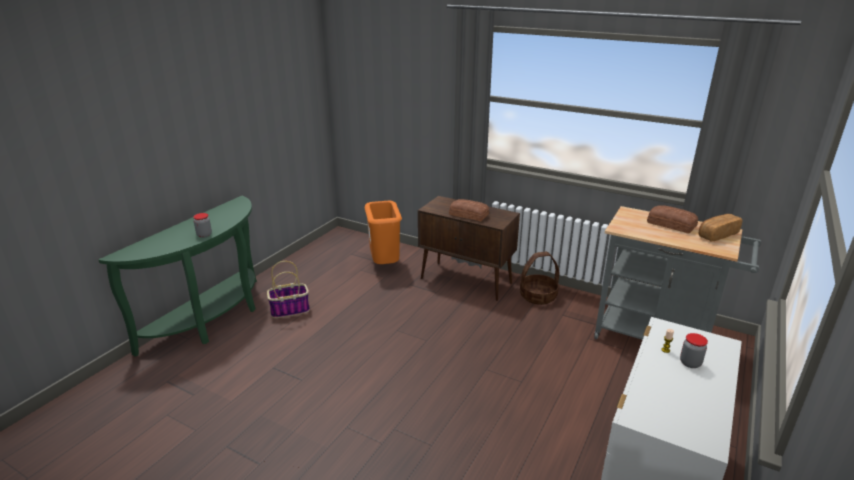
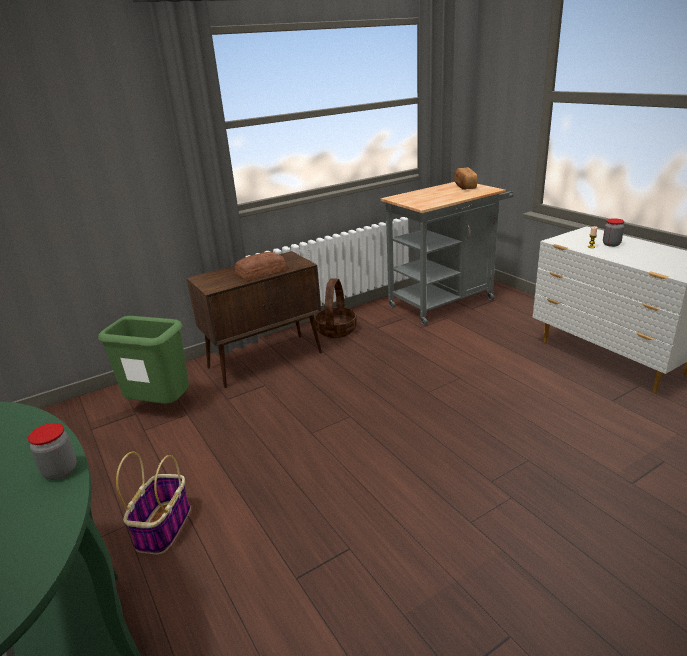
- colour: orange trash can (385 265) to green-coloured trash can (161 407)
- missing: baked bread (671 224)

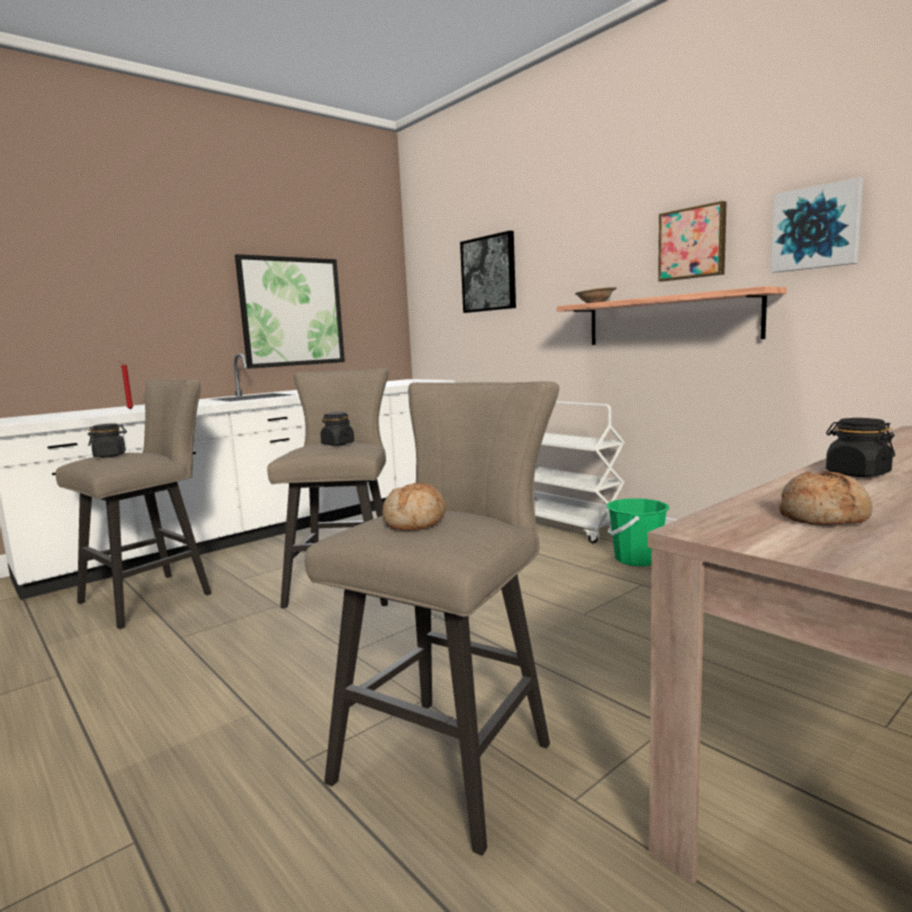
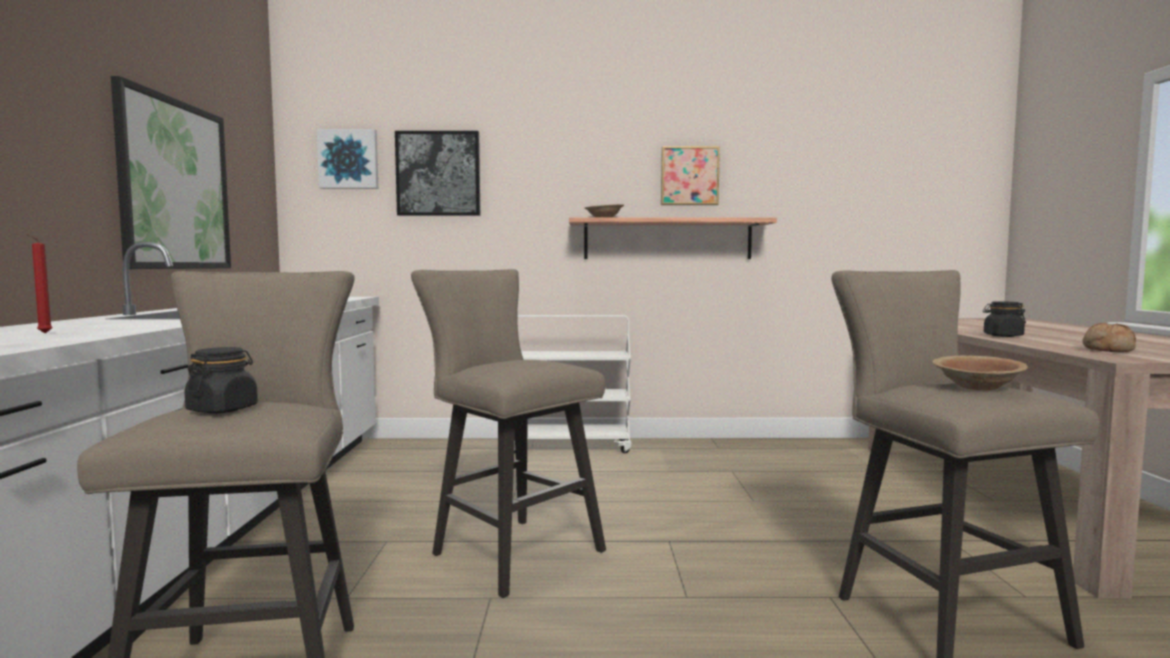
- missing: black jar (337 444)
- exchanged: baked bread (416 522) to brown bowl (977 387)
- missing: green-coloured bucket (636 559)
- relocated: wall picture (816 228) to (349 159)

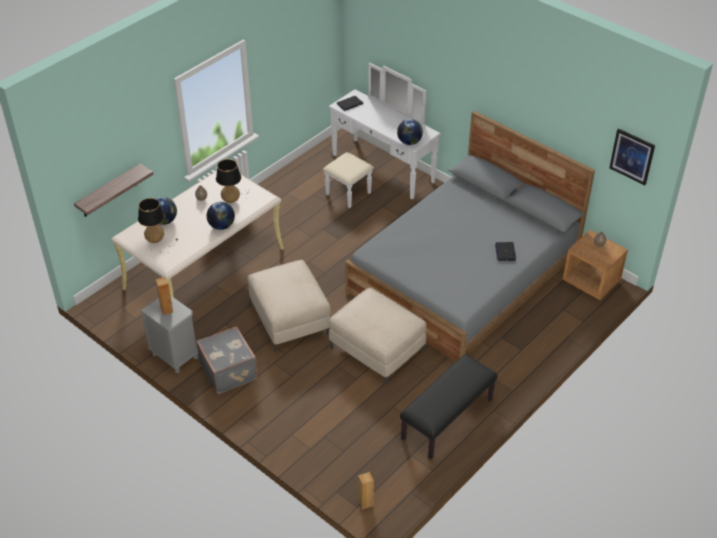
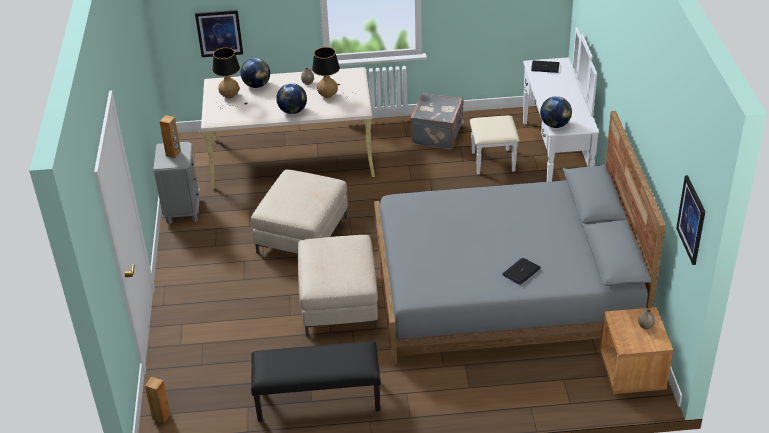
- exchanged: shelf (109 191) to wall picture (219 33)
- relocated: grey suitcase (229 370) to (438 134)

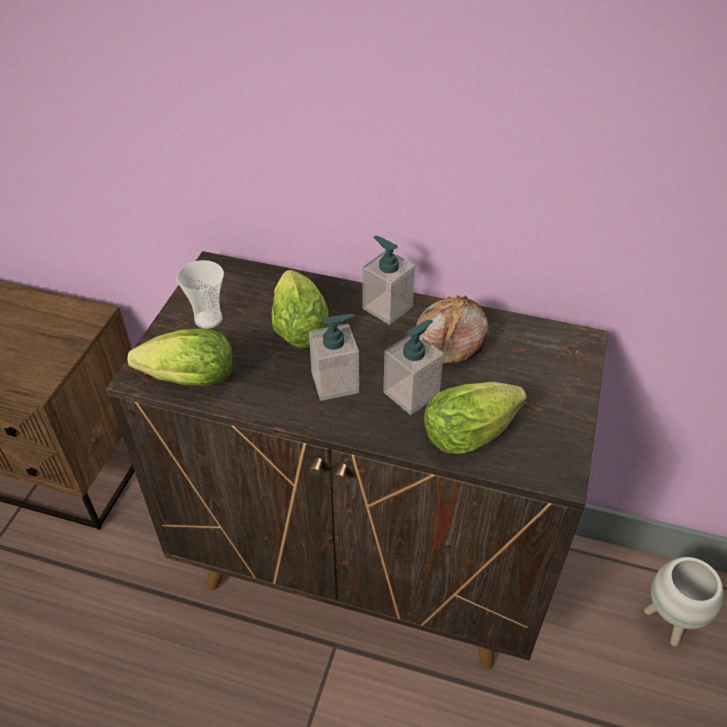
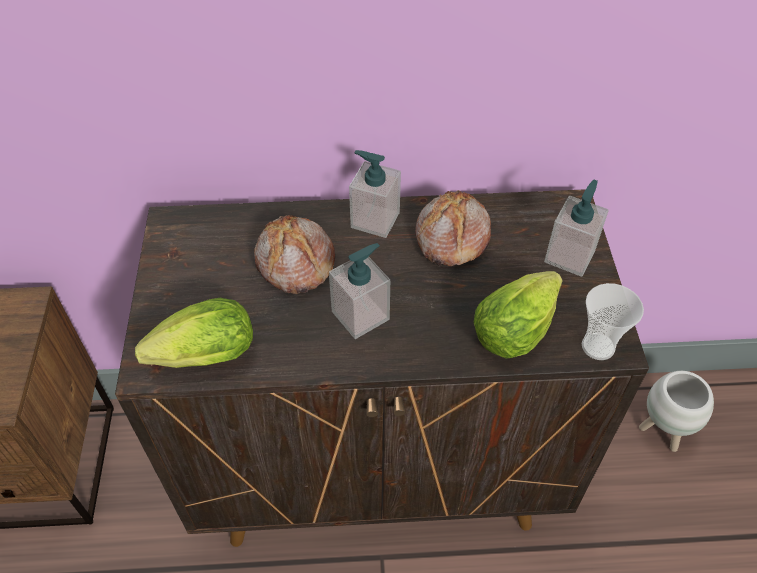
- relocated: cup (208 319) to (598 346)
- exchanged: lettuce (299 325) to baked bread (294 264)
- relocated: soap dispenser (411 393) to (569 256)

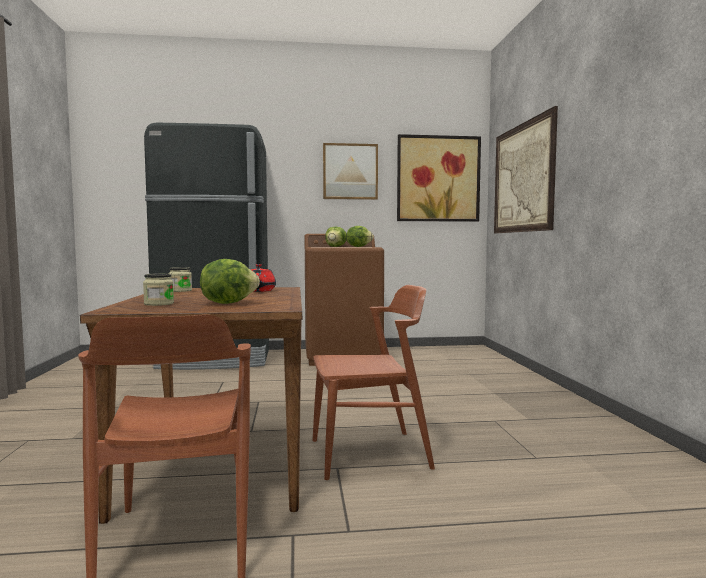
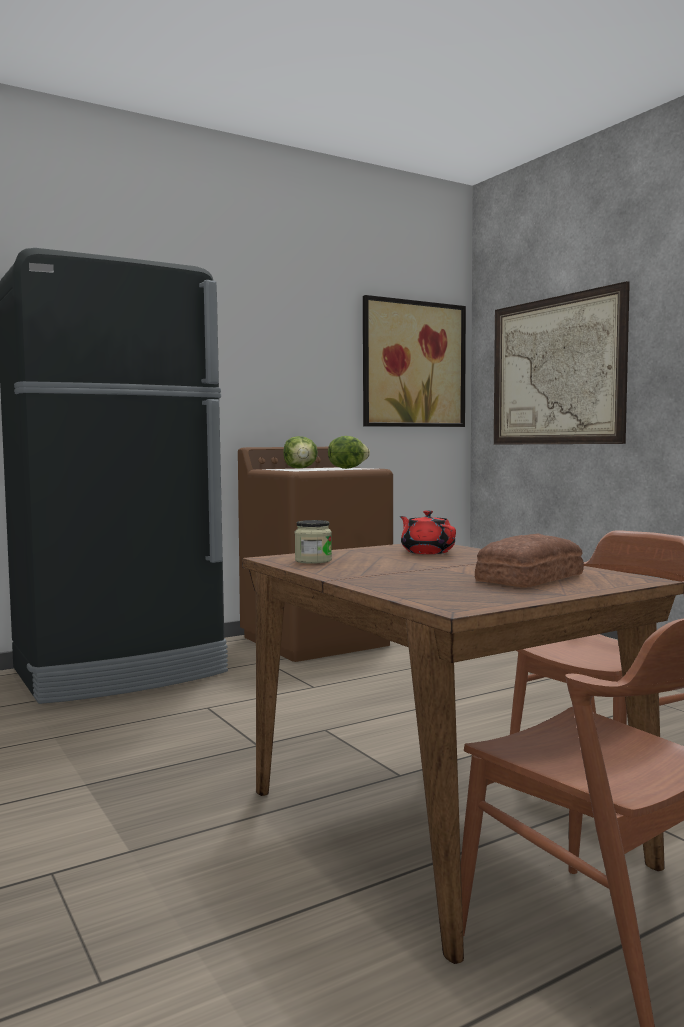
- missing: jar (159 304)
- exchanged: lettuce (228 303) to baked bread (527 578)
- missing: wall picture (350 171)

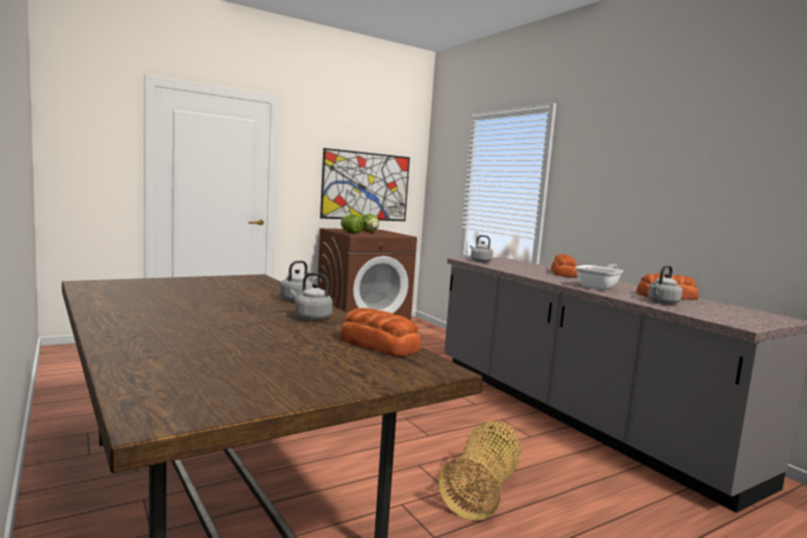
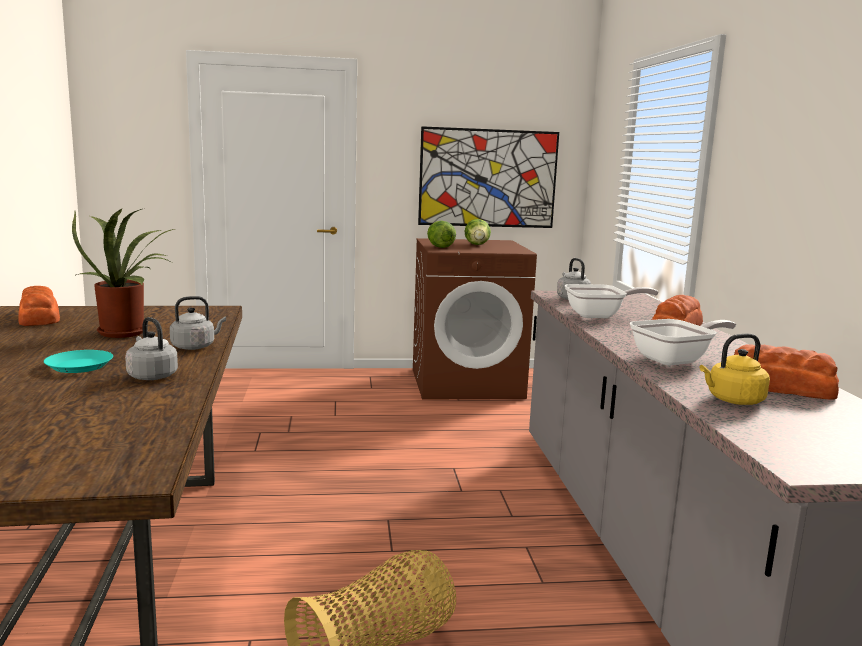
- relocated: baked bread (378 345) to (39 317)
- colour: grey kettle (662 303) to yellowish kettle (733 400)
- appeared: blue-green plate (80 366)
- appeared: potted plant (127 332)
- appeared: skillet (599 316)

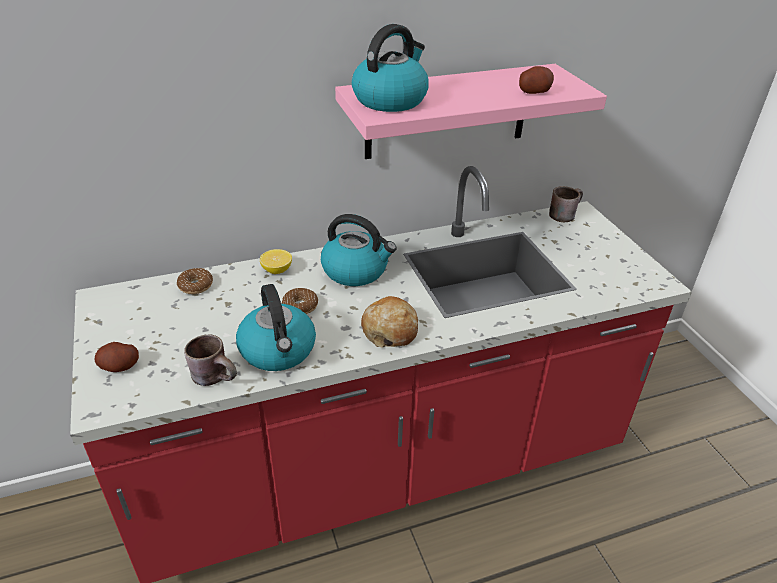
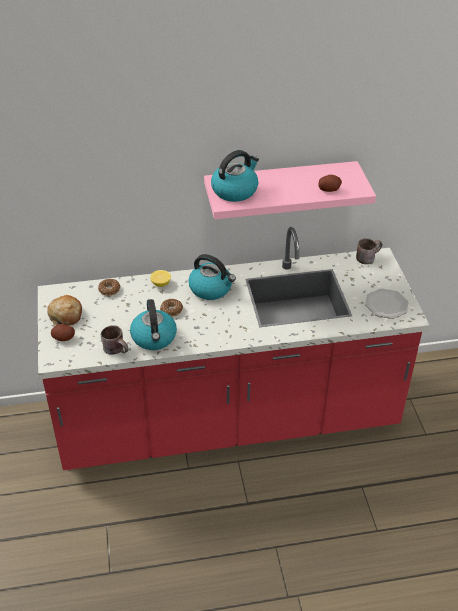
- relocated: baked bread (390 330) to (66 315)
- appeared: plate (386 305)

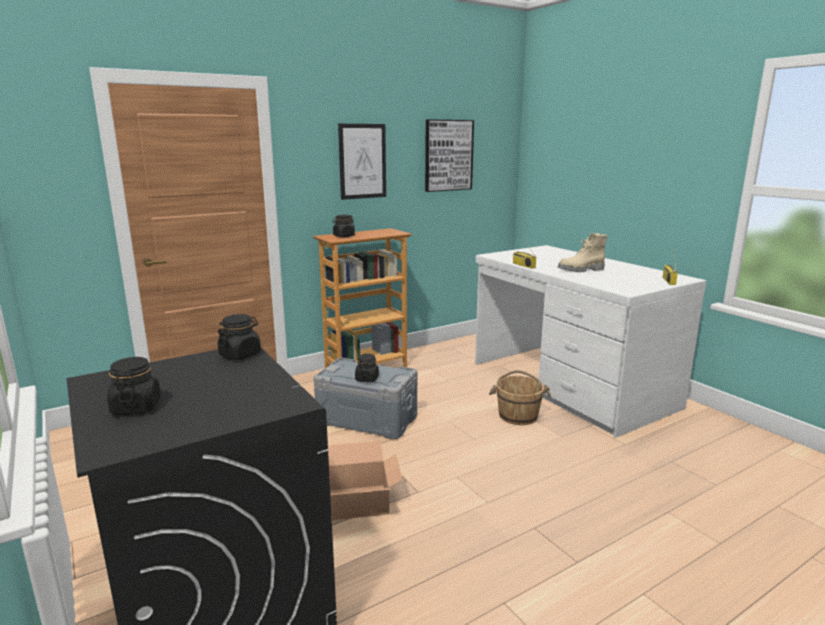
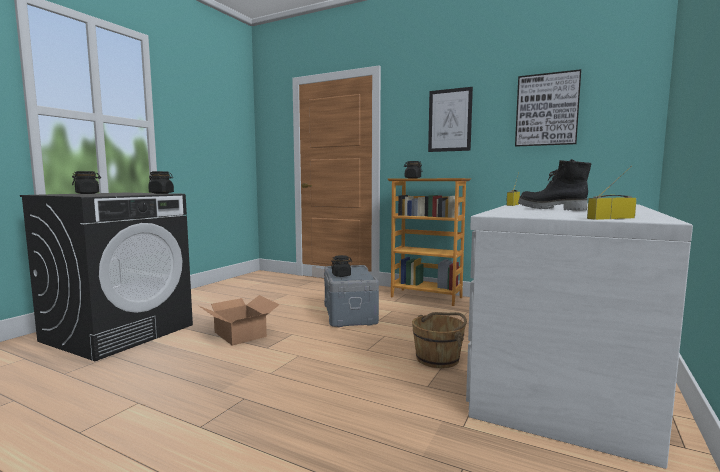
- colour: beige high-top boot (581 270) to black high-top boot (550 209)

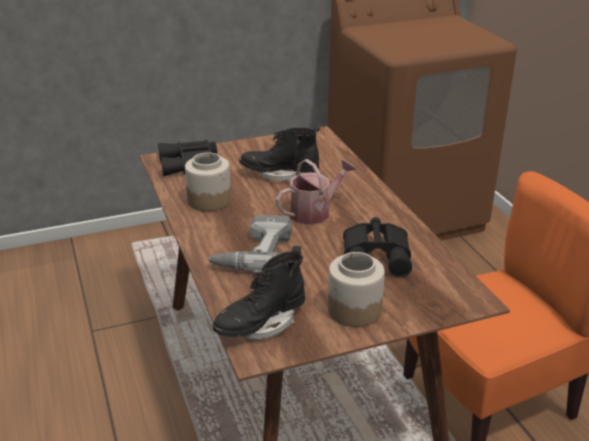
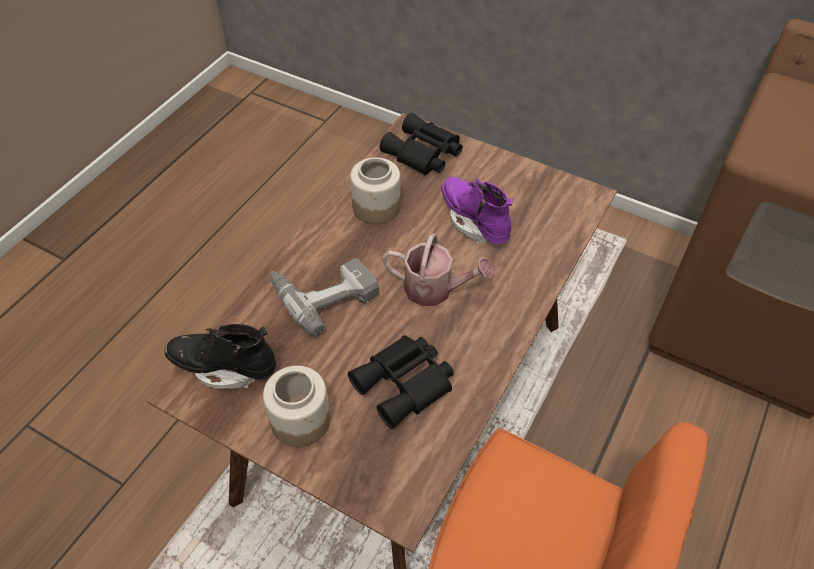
- colour: black high-top boot (280 175) to purple-coloured high-top boot (474 221)

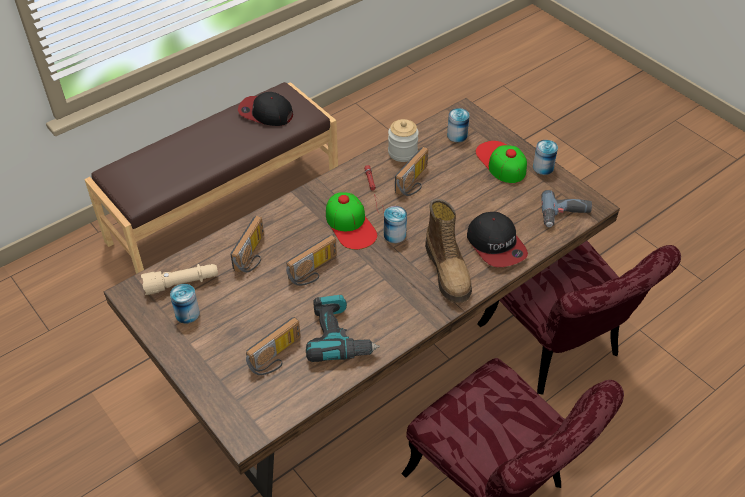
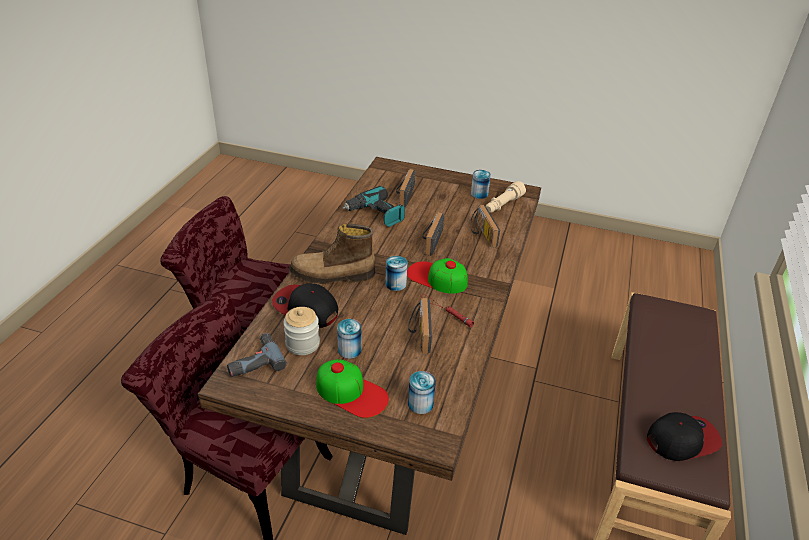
- relocated: jar (402 152) to (302 344)
- spun: high-top boot (448 271) = (332 275) 45 degrees counterclockwise
- relocated: sealed can (543 167) to (349 350)

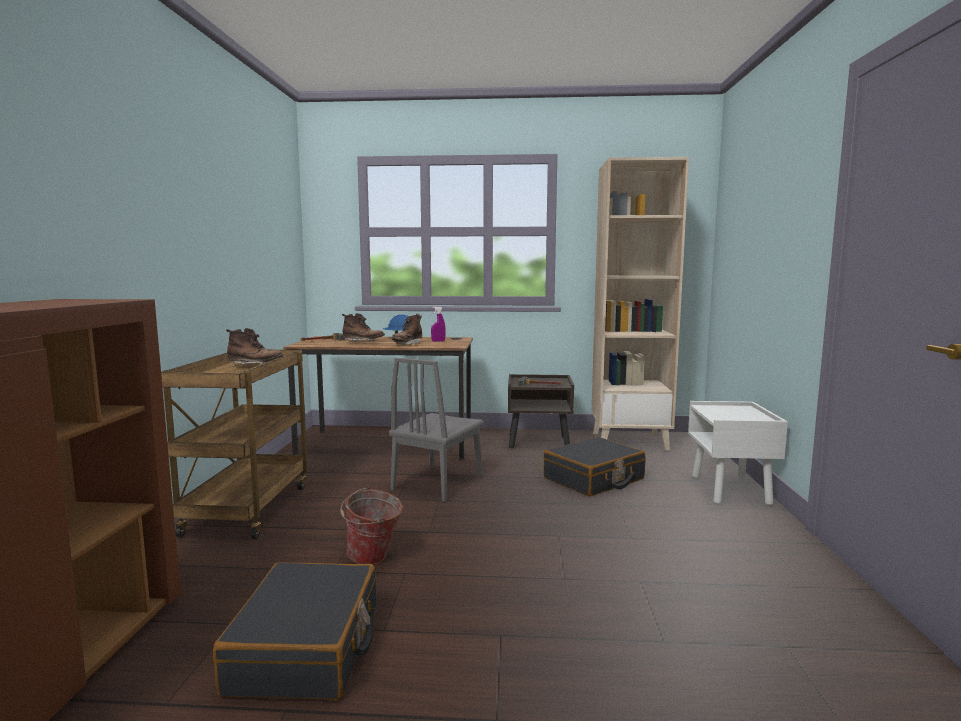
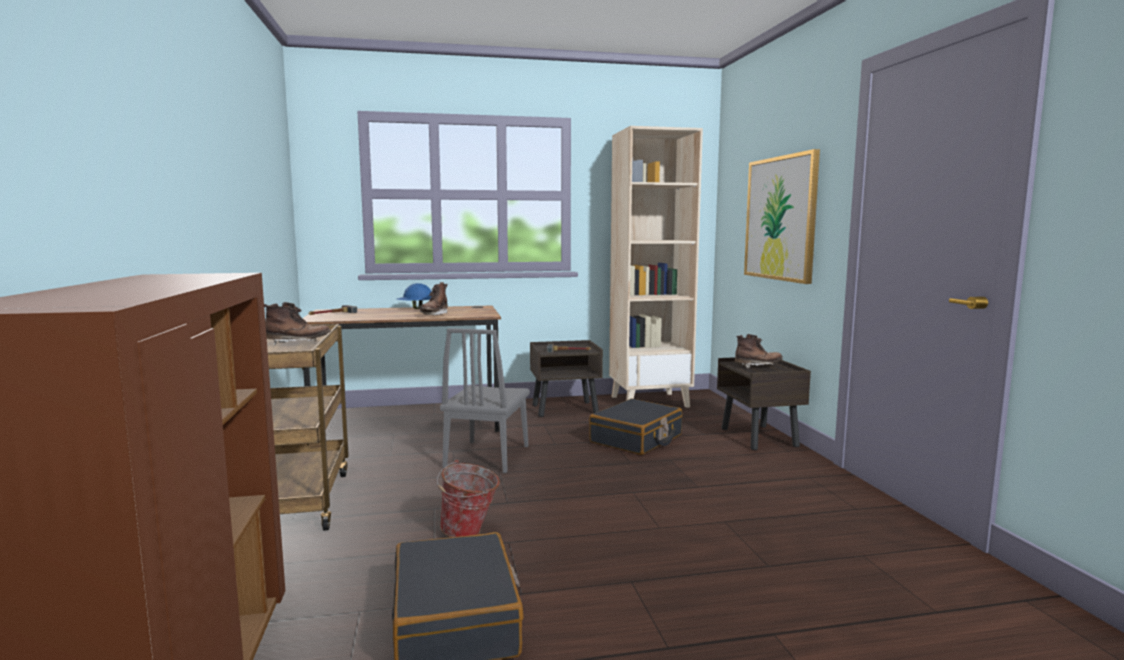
- relocated: brown high-top boot (363 342) to (757 366)
- missing: purple-coloured sprayer (438 341)
- colour: white bedside table (730 490) to brown bedside table (759 438)
- appeared: wall picture (780 218)

